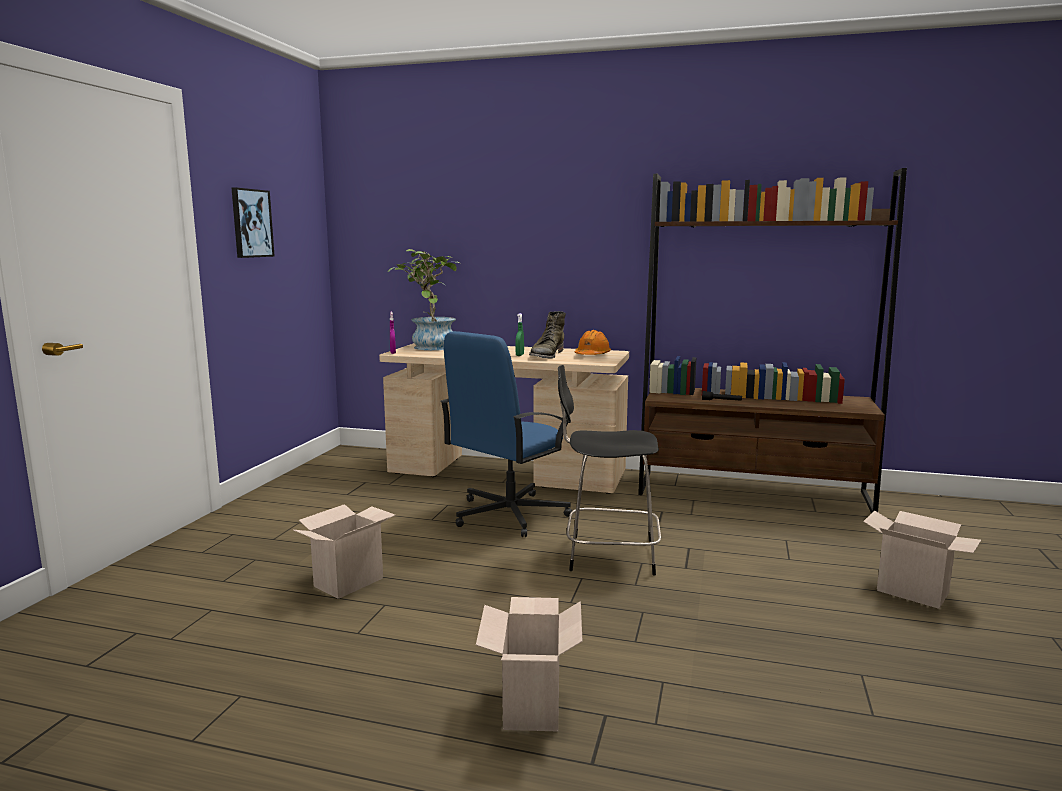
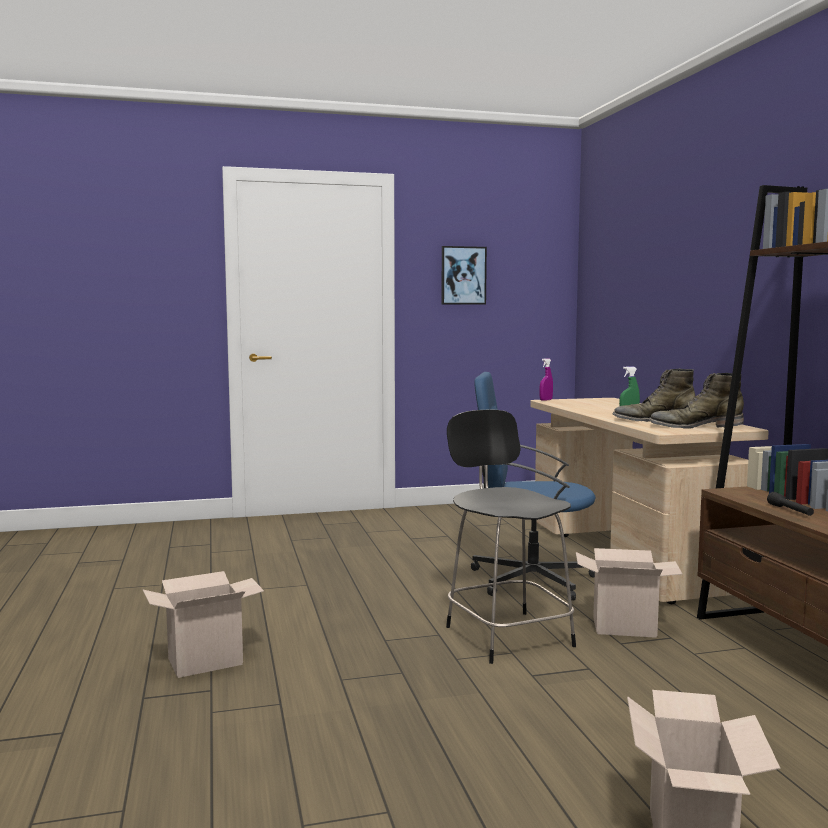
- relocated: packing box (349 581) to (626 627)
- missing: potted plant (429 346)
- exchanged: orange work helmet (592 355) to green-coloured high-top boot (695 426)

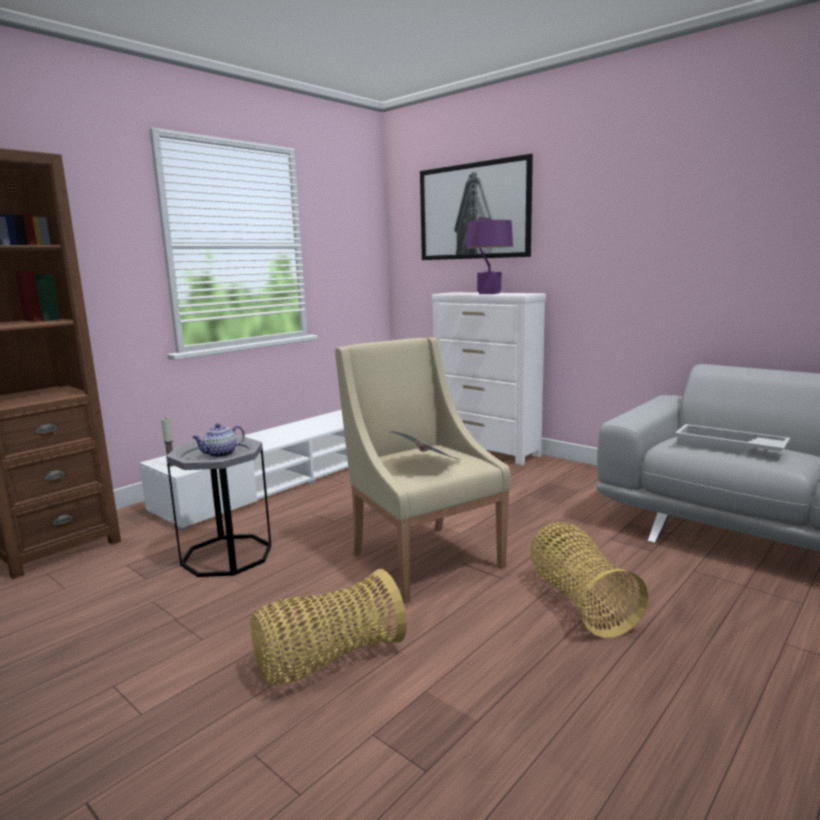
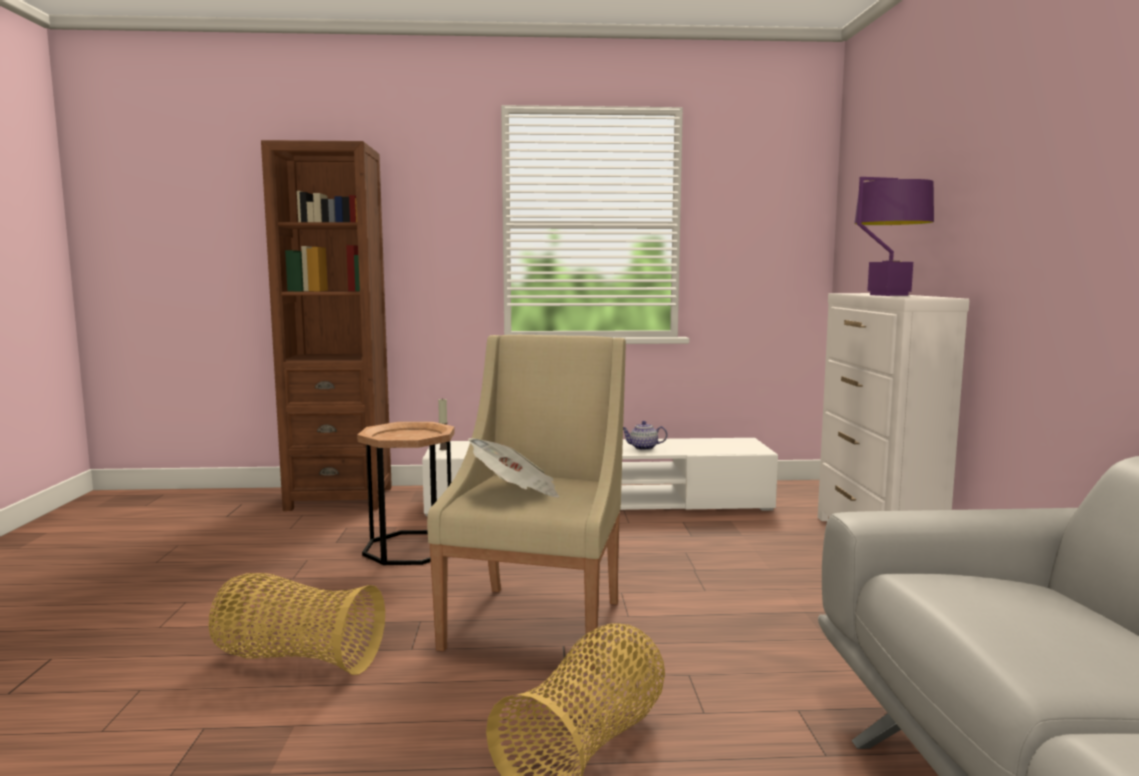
- colour: grey accent table (227 555) to brown accent table (410 548)
- relocated: tea pot (220 454) to (643 448)
- missing: wall picture (473 211)
- missing: white serving tray (728 448)

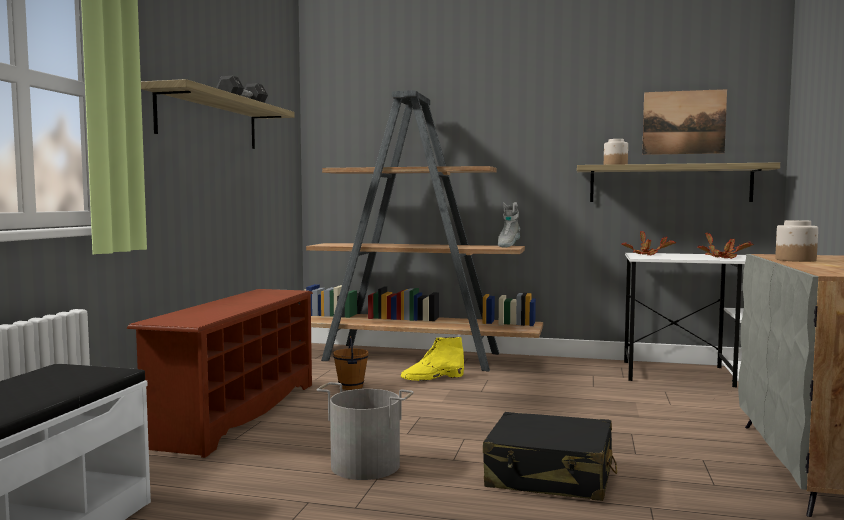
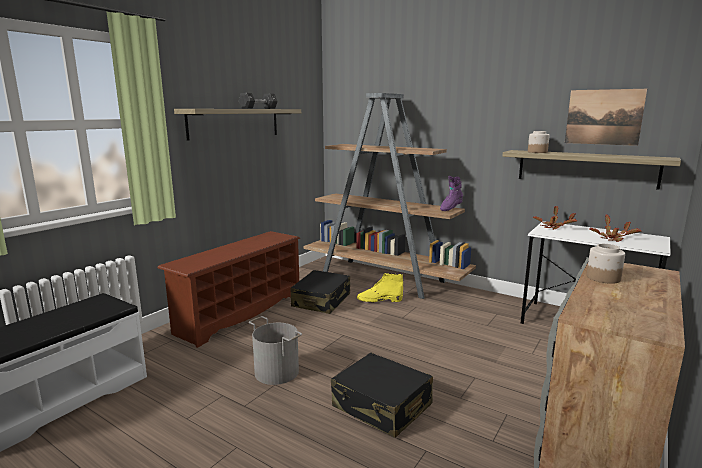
- exchanged: brown bucket (350 386) to black suitcase (321 300)
- colour: grey high-top boot (508 246) to purple-coloured high-top boot (450 208)

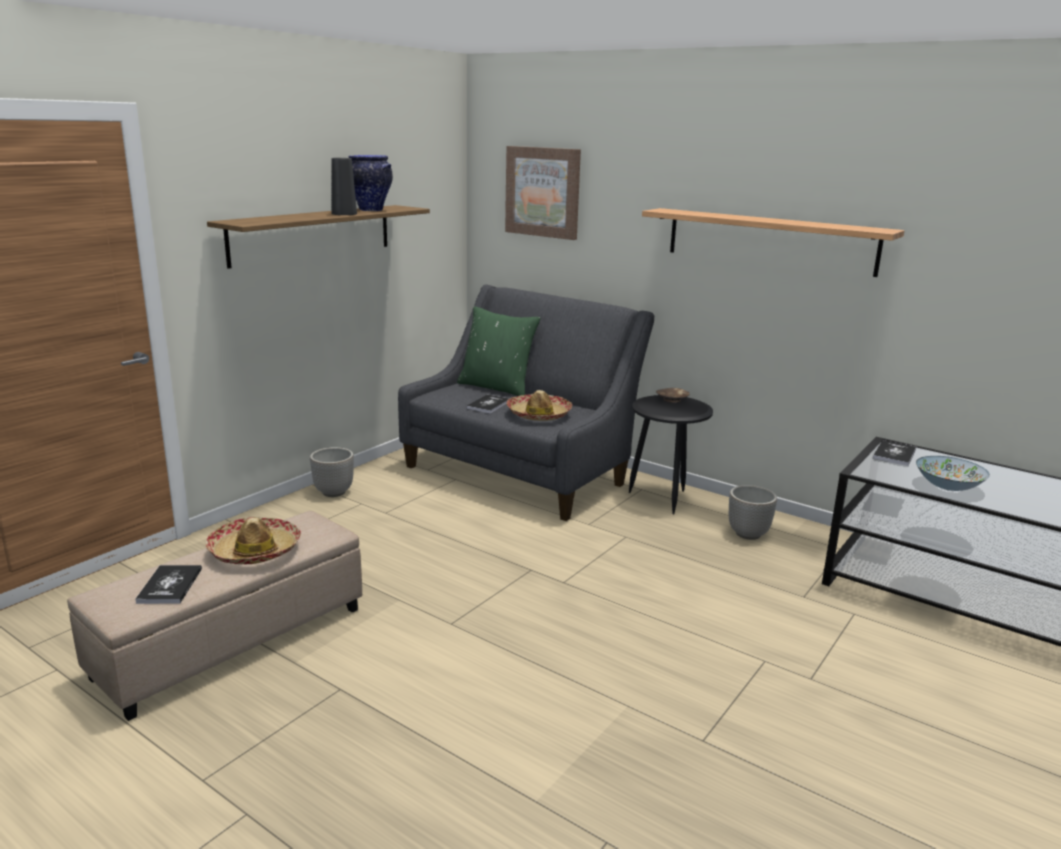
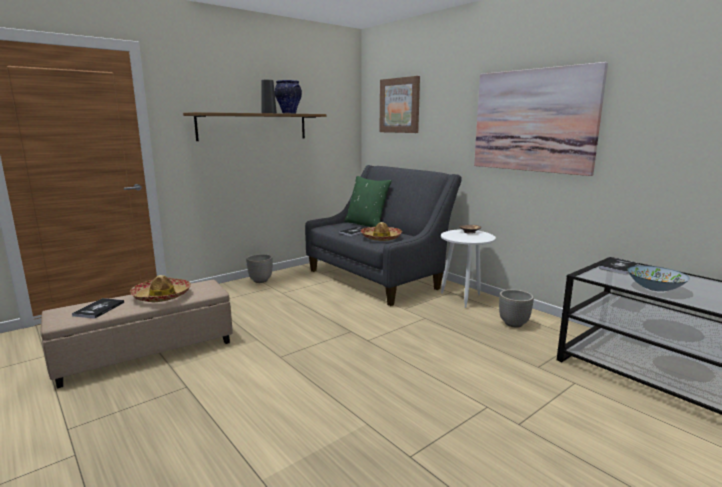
- colour: black accent table (664 498) to white accent table (463 298)
- exchanged: shelf (769 241) to wall picture (533 120)

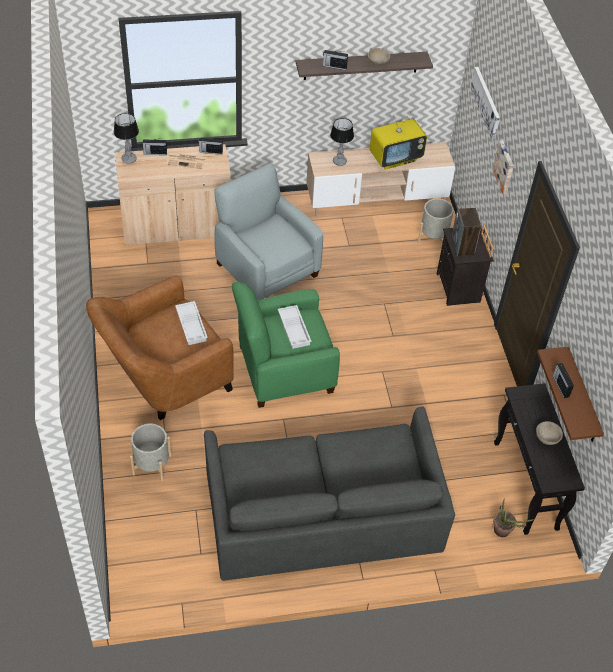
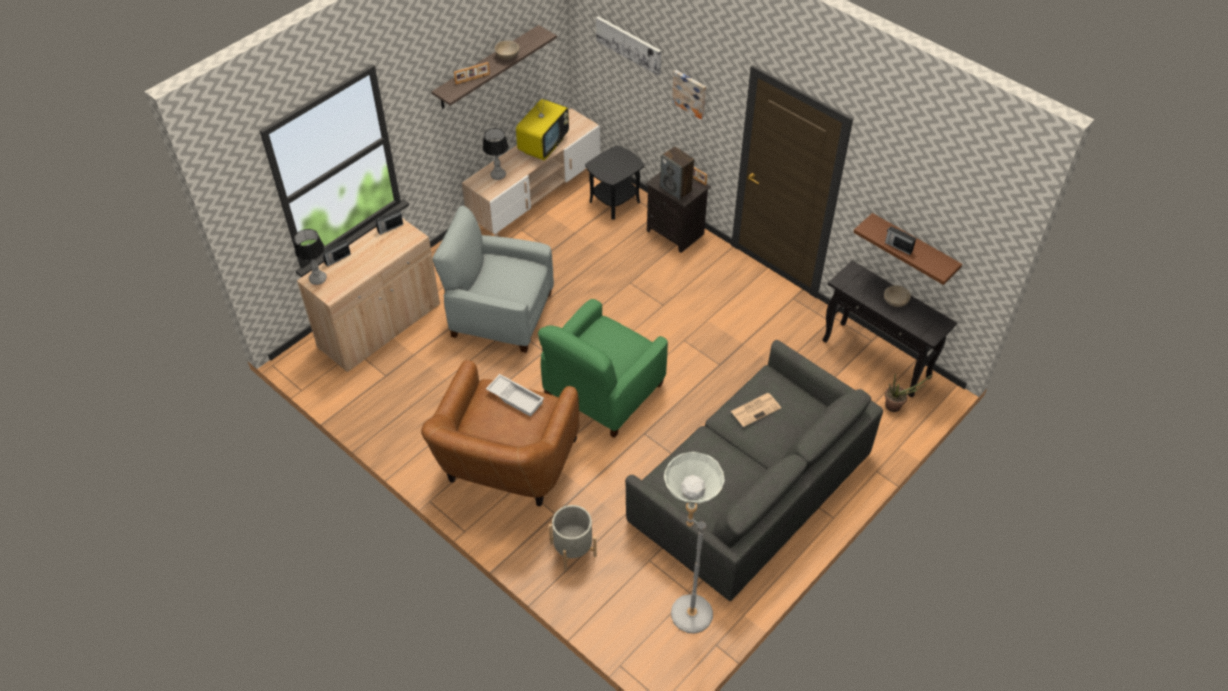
- relocated: daily paper (187 161) to (756 409)
- missing: white serving tray (295 329)
- exchanged: radio set (334 66) to standing frame (472 79)
- exchanged: grey planter (433 237) to black accent table (614 201)
- appeared: grey floor lamp (684 608)

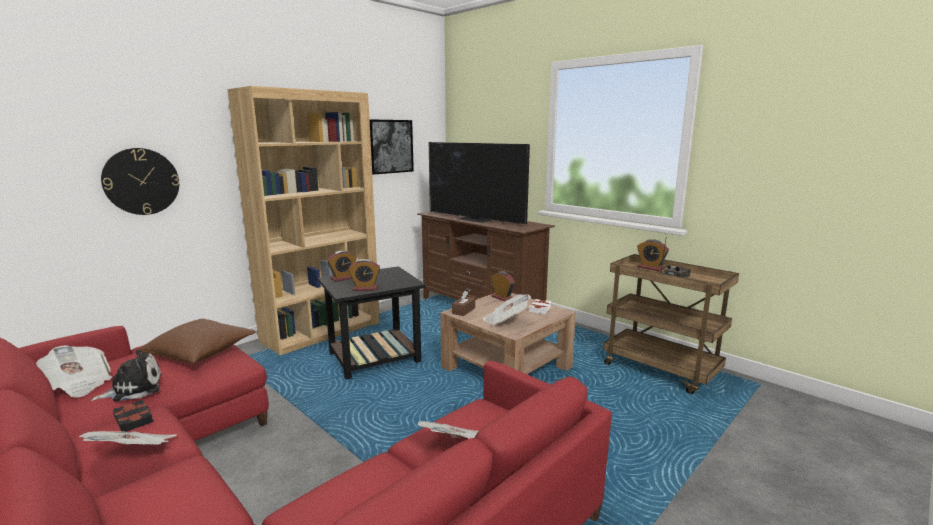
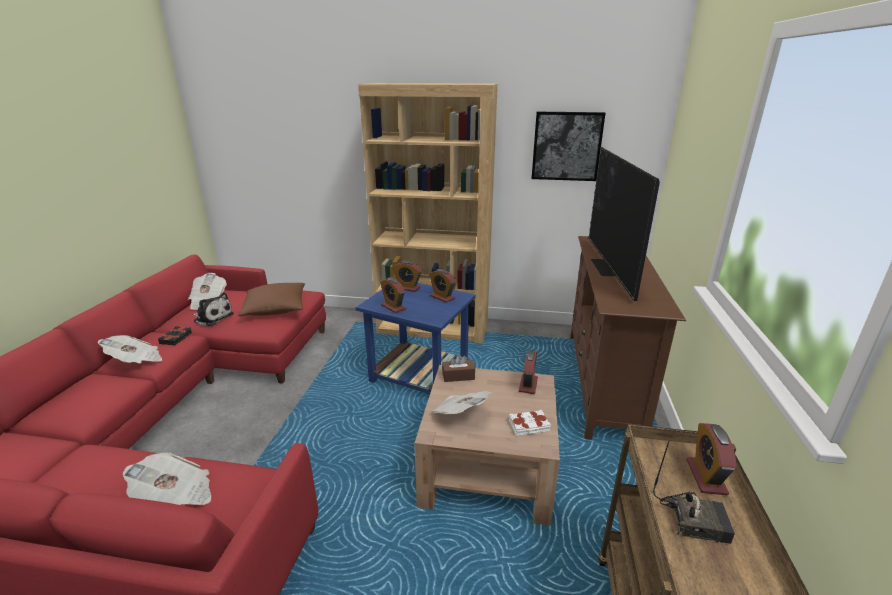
- missing: clock on the wall (141 181)
- colour: black accent table (375 357) to blue accent table (420 375)
- appeared: table clock (442 297)

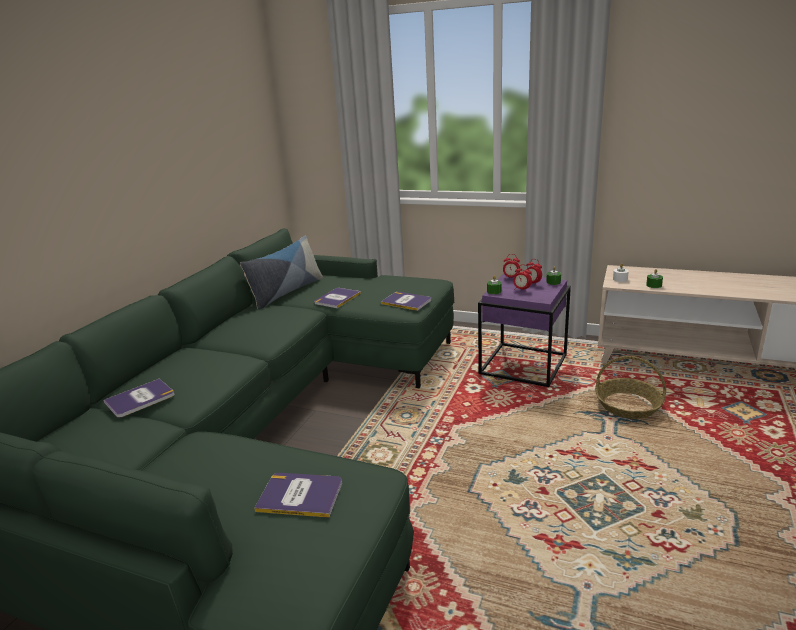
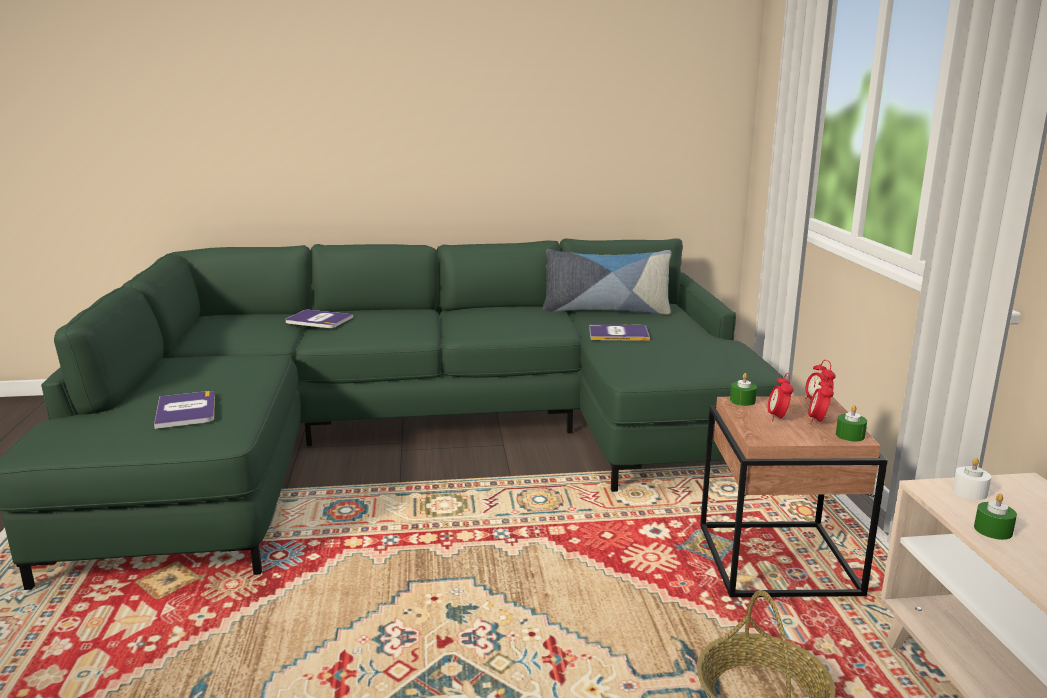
- missing: bound book (406 302)
- colour: purple-coloured accent table (524 364) to brown accent table (779 560)

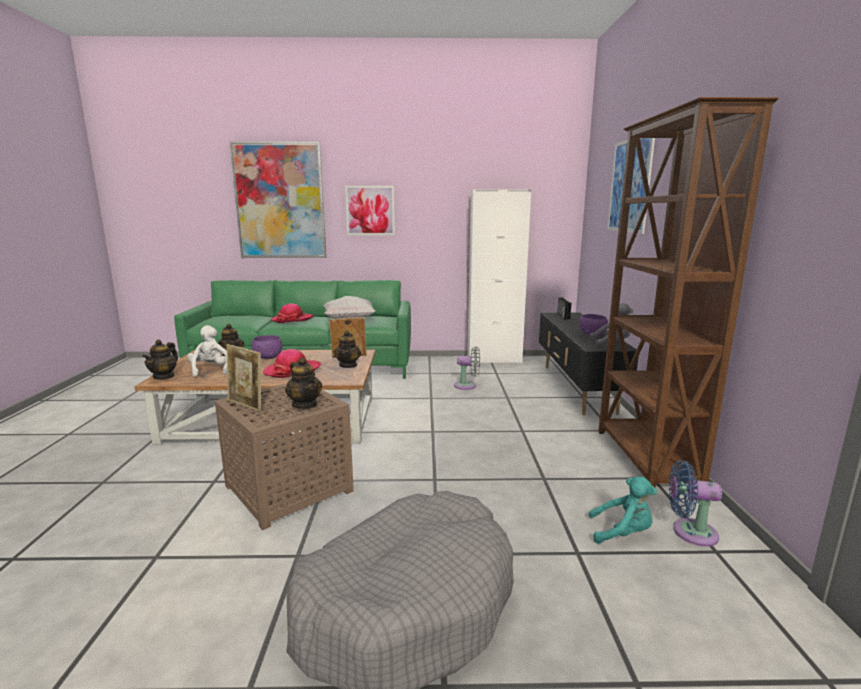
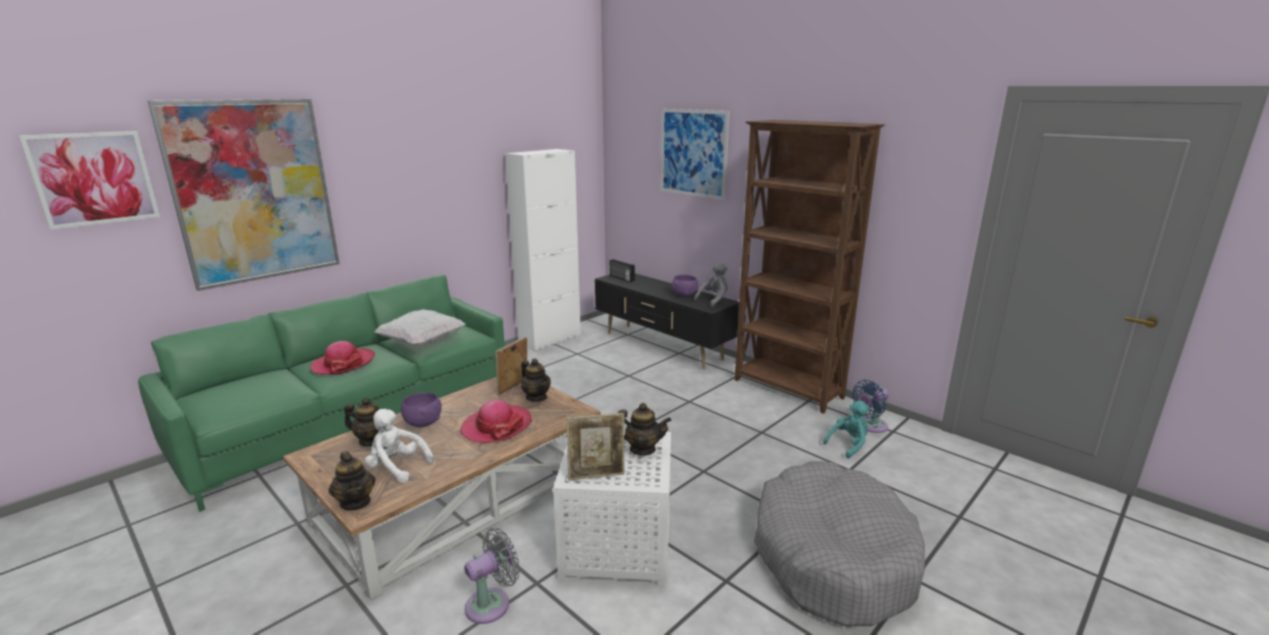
- colour: brown accent table (289 487) to white accent table (615 543)
- relocated: wall picture (370 210) to (94 178)
- relocated: grey fan (467 386) to (492 603)

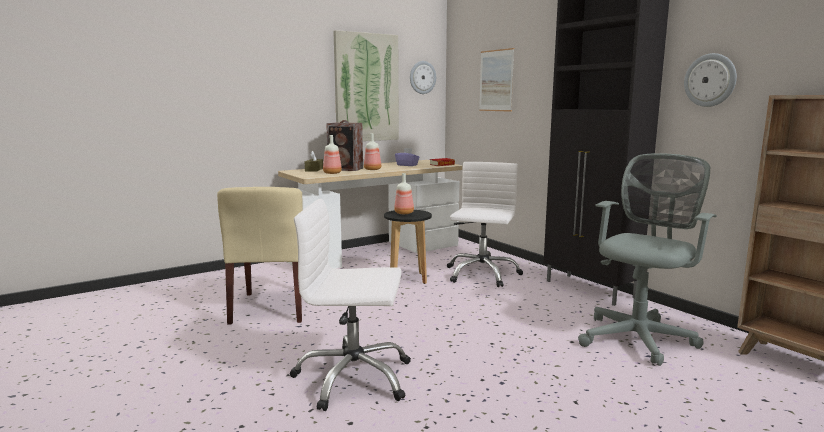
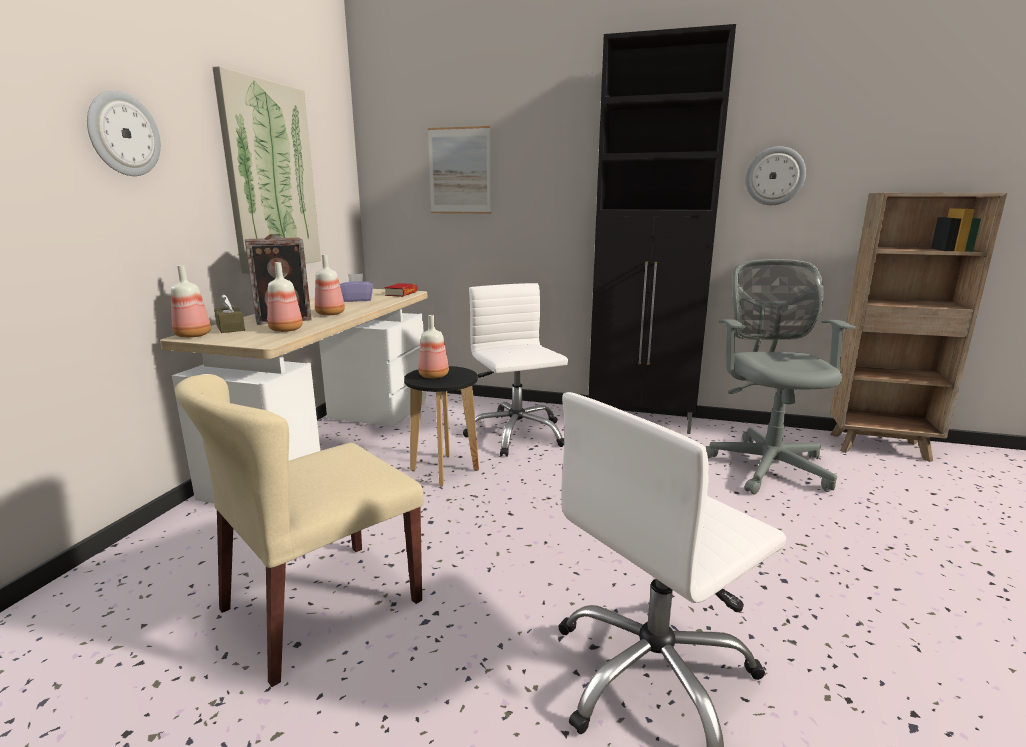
- spun: beige upright chair (272 307) = (320 606) 90 degrees clockwise
- relocated: clock on the wall (422 77) to (123 134)
- appeared: beverage bottle (194 335)

